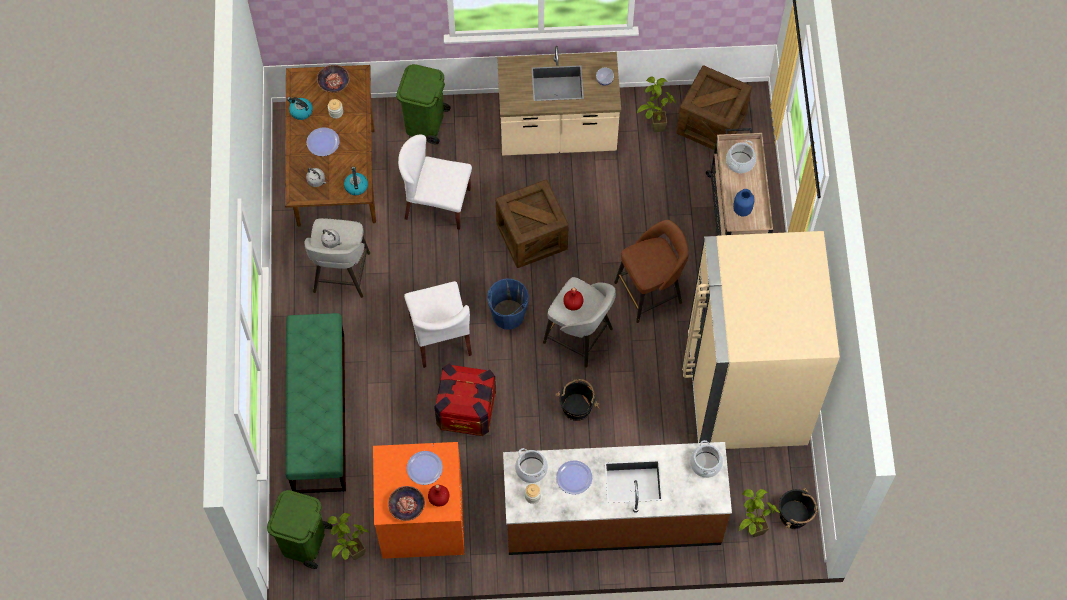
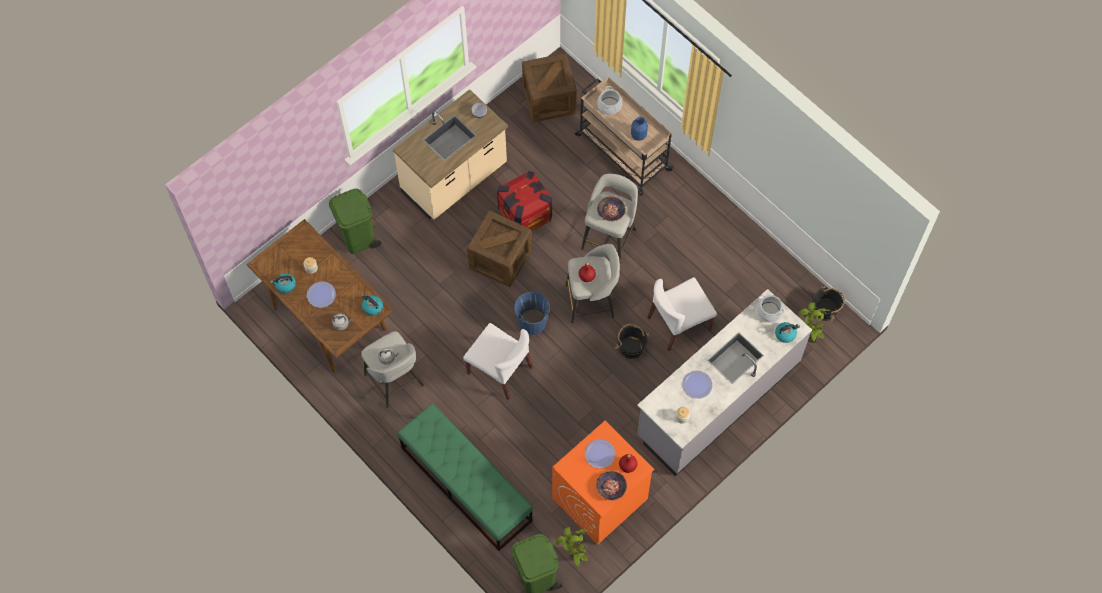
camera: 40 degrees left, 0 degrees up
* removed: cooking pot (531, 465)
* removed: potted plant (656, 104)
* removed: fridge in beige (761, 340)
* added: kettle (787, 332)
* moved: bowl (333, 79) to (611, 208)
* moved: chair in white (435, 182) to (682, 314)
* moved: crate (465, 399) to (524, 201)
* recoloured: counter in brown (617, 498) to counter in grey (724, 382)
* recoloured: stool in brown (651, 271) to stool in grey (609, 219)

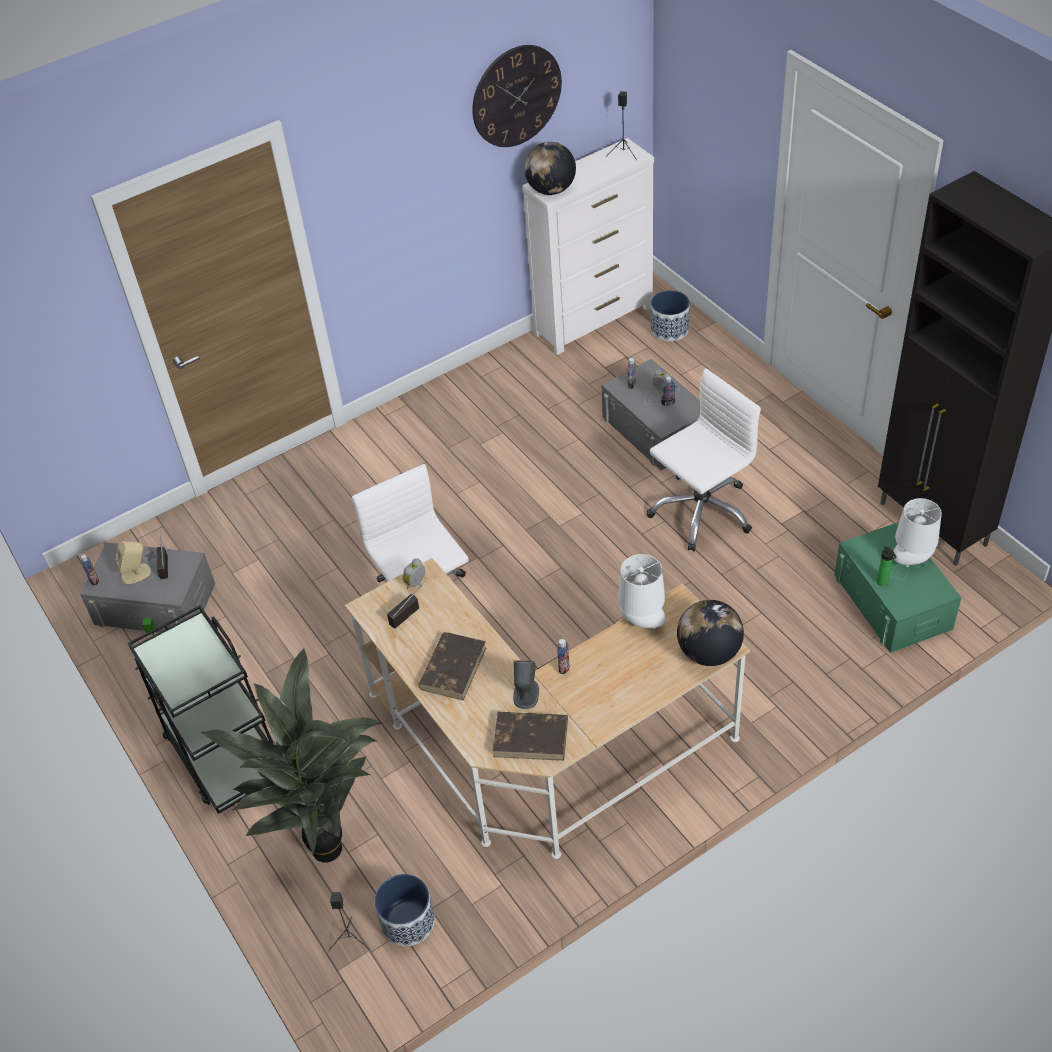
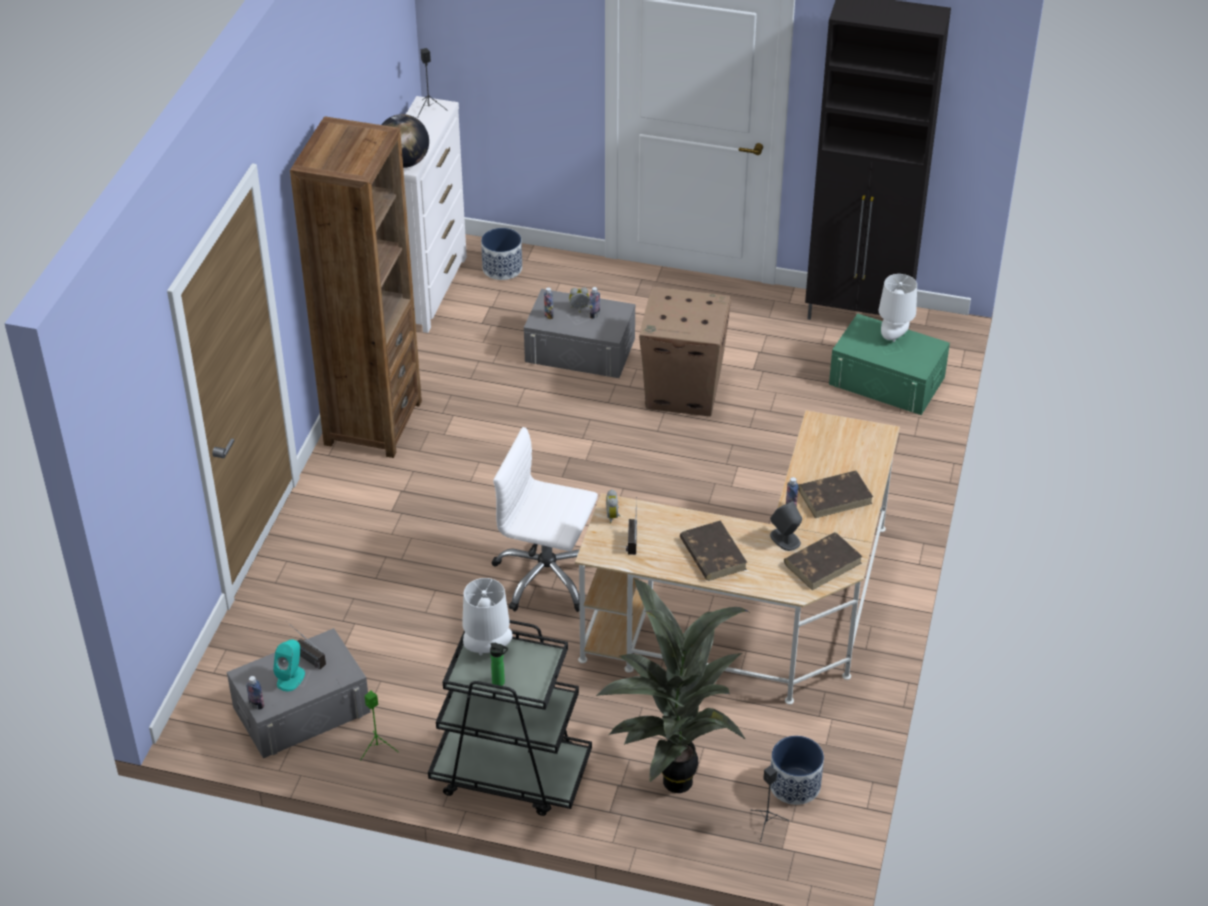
camera: 45 degrees left, 5 degrees down
* removed: wall clock (517, 96)
* removed: globe (710, 633)
* added: bookcase in brown (356, 287)
* added: book in brown (835, 494)
* moved: table lamp in white (641, 592) to (487, 616)
* moved: bottle (886, 566) to (499, 664)
* replaced: office chair in white (704, 459) to cardboard box (685, 351)
* recoloured: speaker in beige (133, 562) to speaker in turquoise (289, 665)

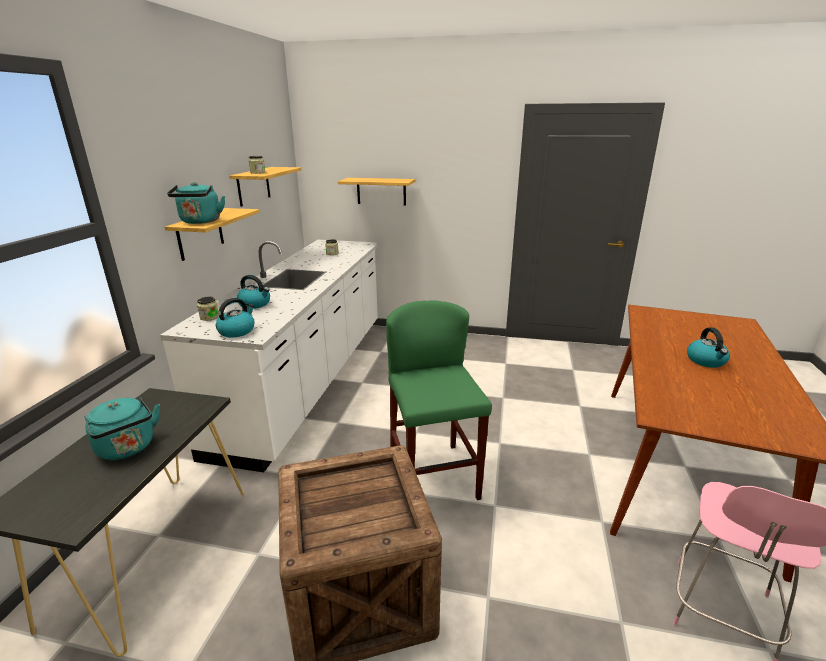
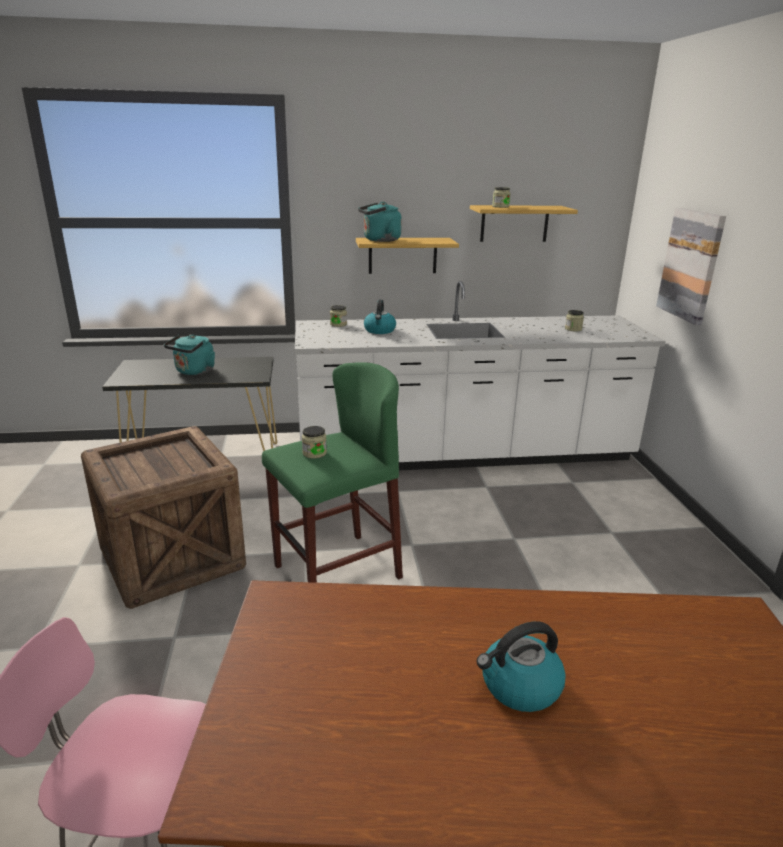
camera: 70 degrees right, 0 degrees up
* removed: kettle (235, 317)
* added: jar (314, 442)
* replaced: shelf (376, 191) to picture (691, 266)

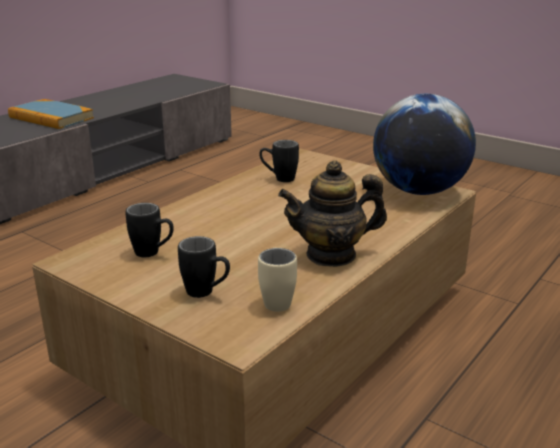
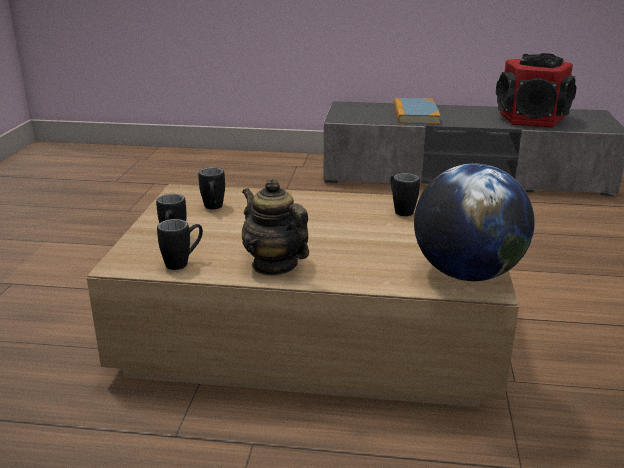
camera: 60 degrees right, 0 degrees up
* added: speaker (536, 90)
* recoloured: mug in beige (277, 280) to mug in black (180, 244)

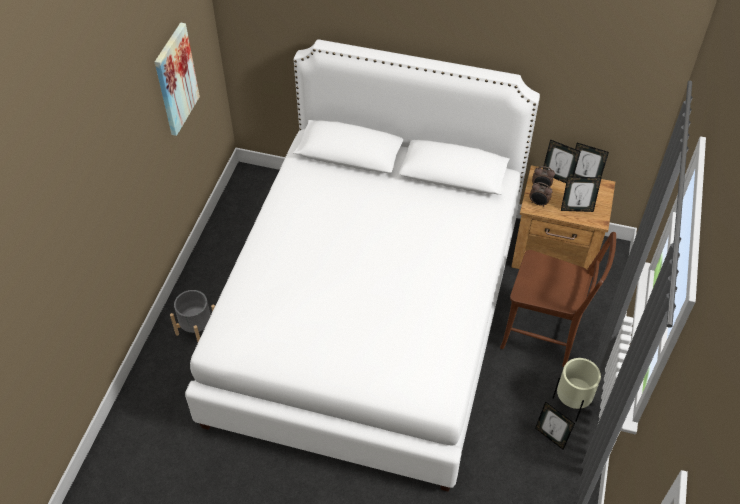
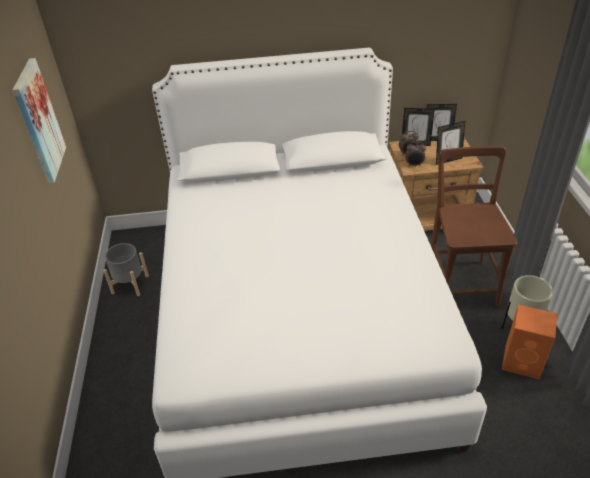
camera: 20 degrees left, 10 degrees down
* moved: planter in grey (192, 316) to (126, 269)
* replaced: picture frame (555, 425) to speaker in orange (529, 341)
* turned: chair in brown (558, 299) = (474, 226) 90 degrees counterclockwise

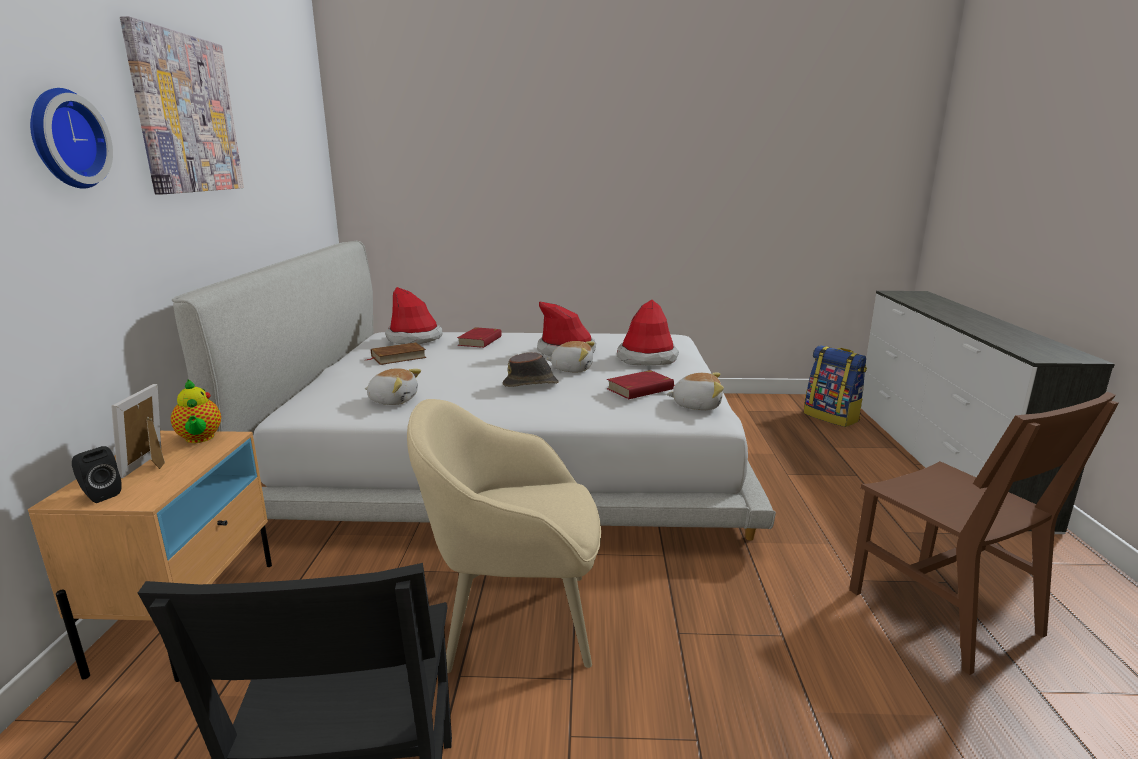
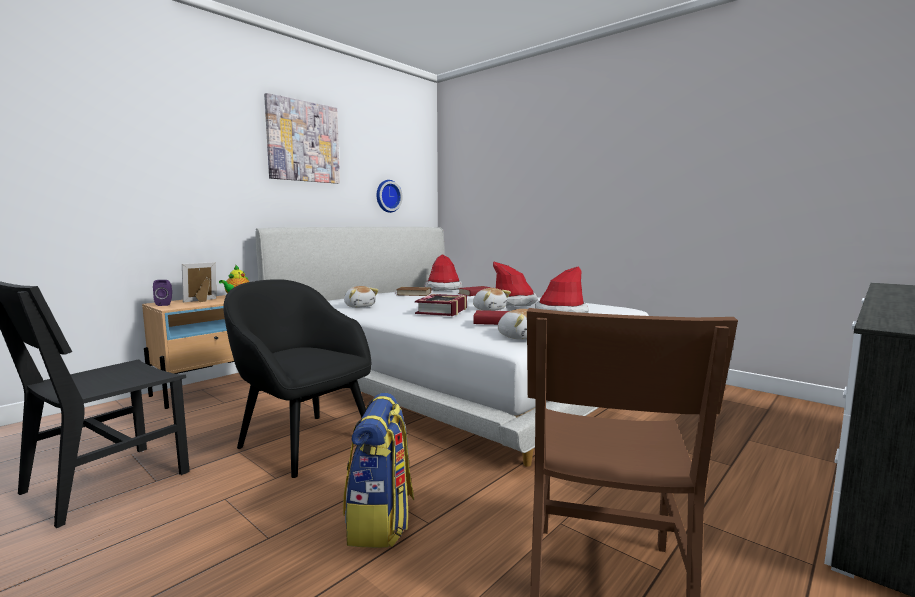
camera: 40 degrees right, 10 degrees down
* moved: wall clock (71, 138) to (390, 196)
* moved: backpack (835, 386) to (378, 470)
* replaced: hat in brown (530, 369) to book (441, 305)
* recoloured: speaker in black (97, 474) to speaker in purple (162, 293)
* recoloured: armchair in beige (504, 536) to armchair in black (297, 378)

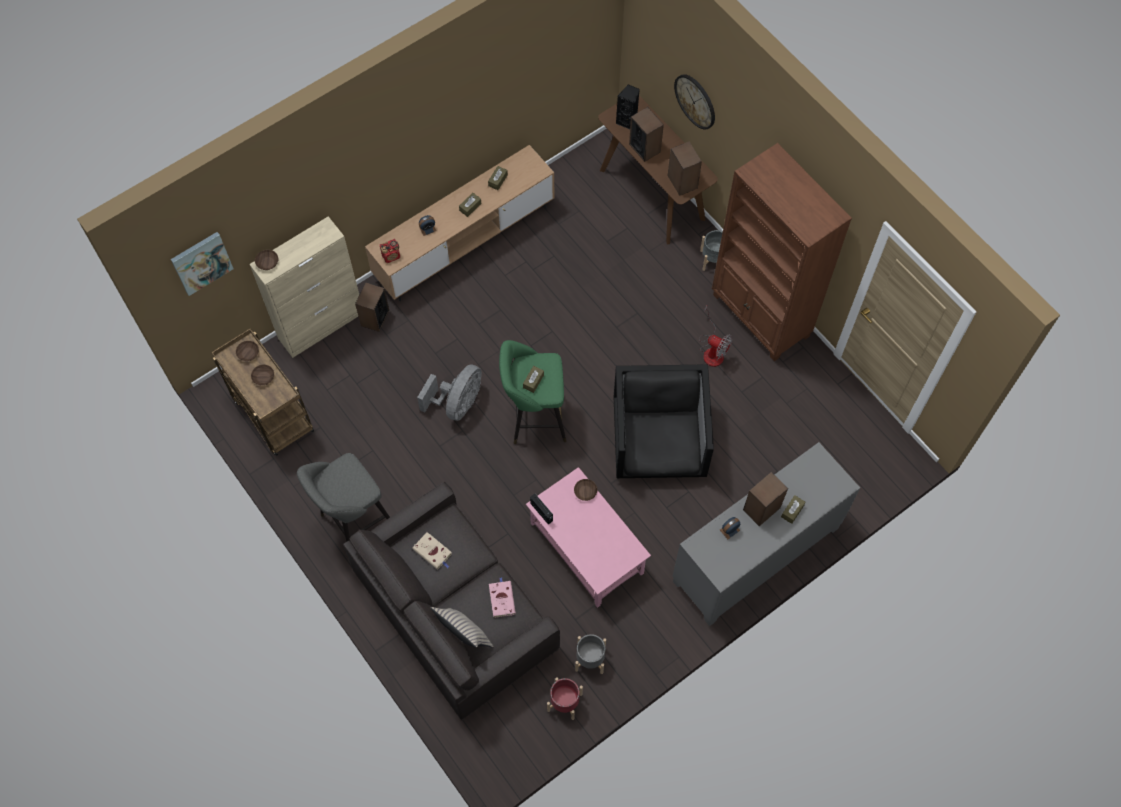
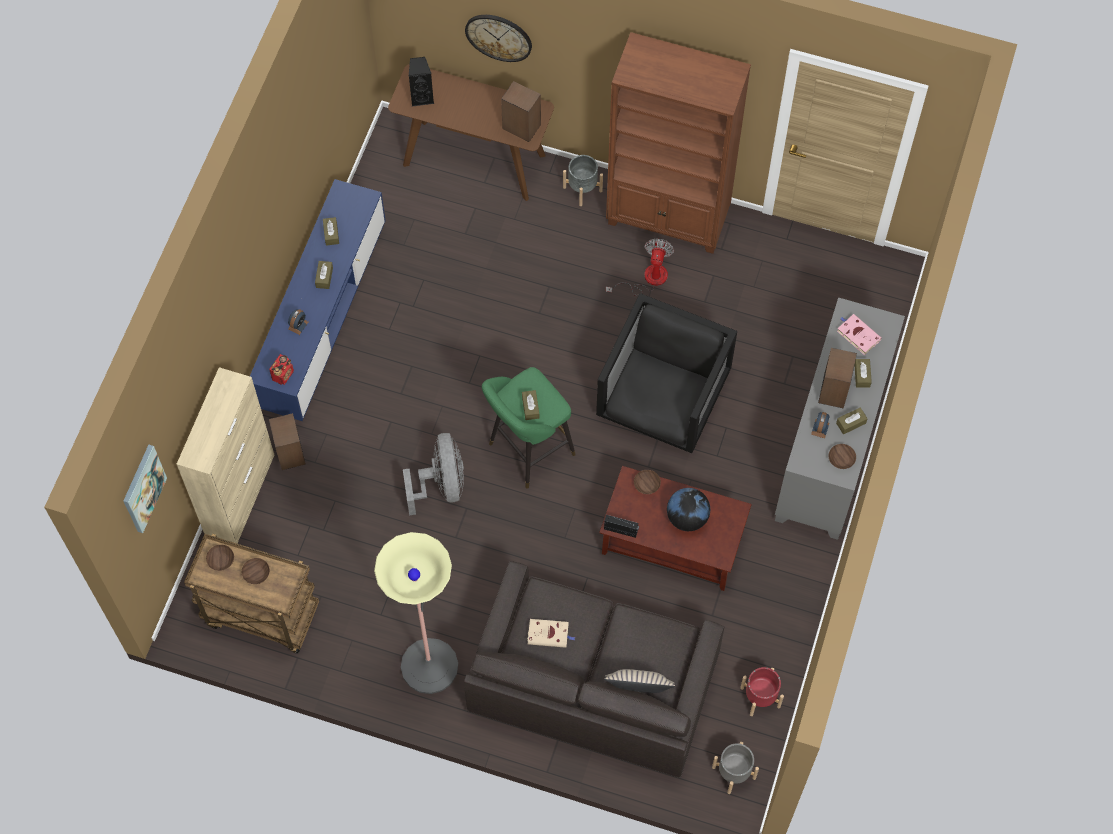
camera: 35 degrees left, 0 degrees up
* removed: speaker (646, 134)
* added: globe (688, 509)
* added: tissue box in brown (852, 420)
* moved: bowl in brown (266, 260) to (842, 456)
* moved: book in pink (502, 598) to (859, 334)
* moved: planter in grey (590, 654) to (735, 768)
* replaced: stool in grey (343, 497) to floor lamp (416, 613)
* recoloured: tv stand in brown (459, 223) to tv stand in blue (318, 300)
* recoloured: coffee table in pink (588, 537) to coffee table in brown (675, 528)
* turned: armchair in black (664, 421) = (666, 373) 60 degrees clockwise
* turned: fan (715, 336) = (640, 267) 75 degrees counterclockwise

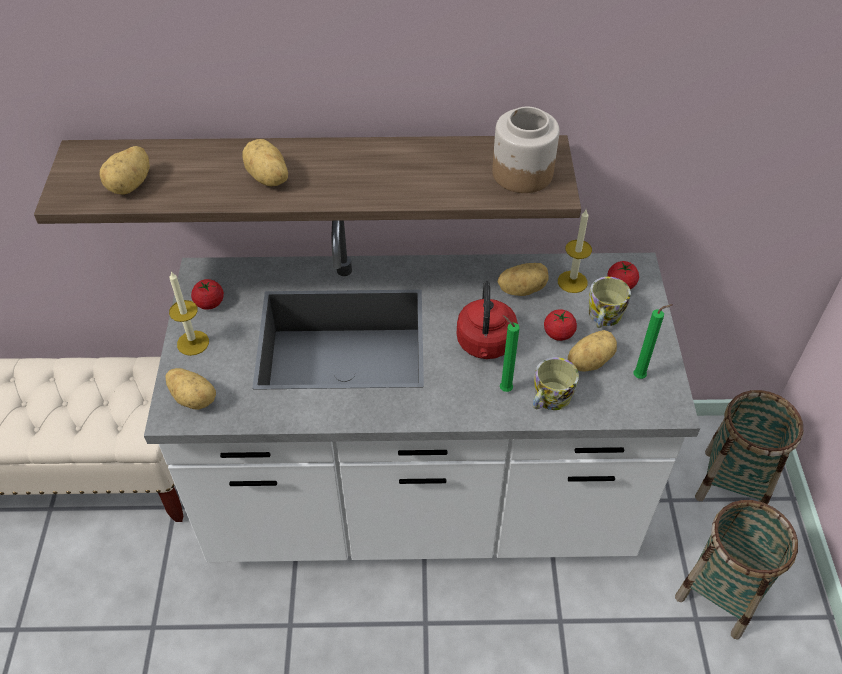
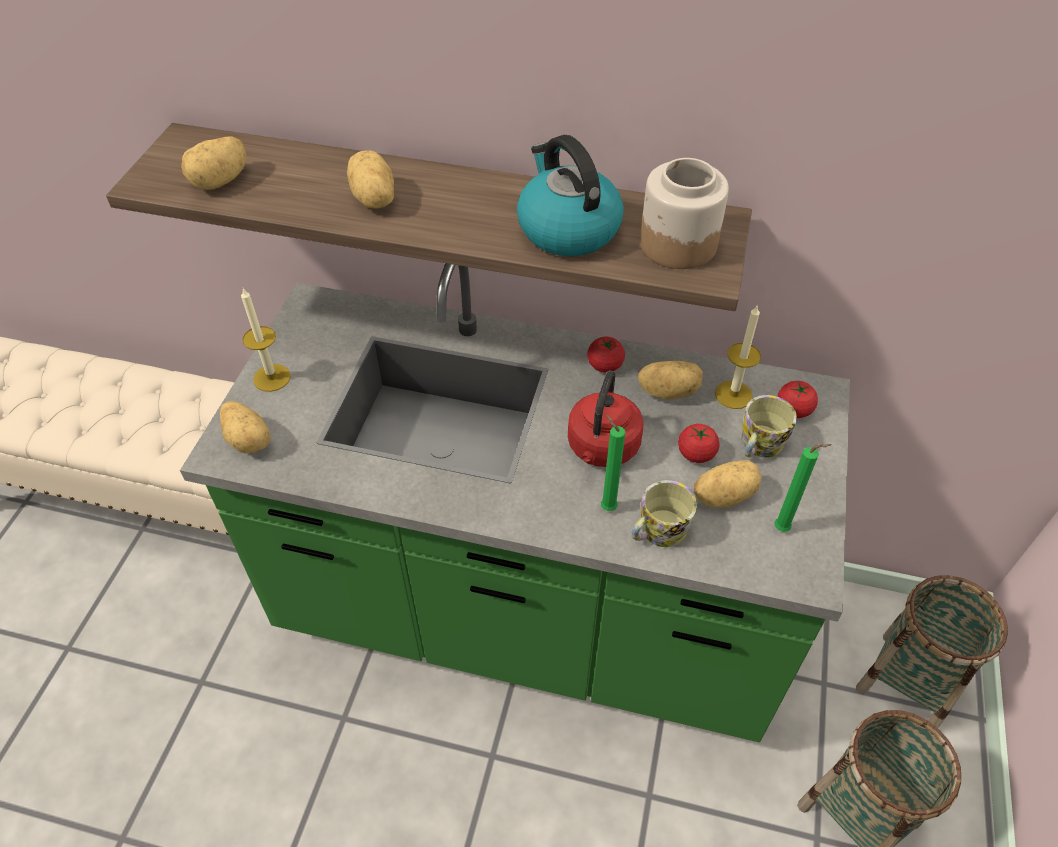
camera: 15 degrees right, 0 degrees up
* added: kettle (570, 195)
* moved: tomato (207, 294) to (606, 355)
* recoloured: counter in white (422, 391) to counter in green (515, 502)

